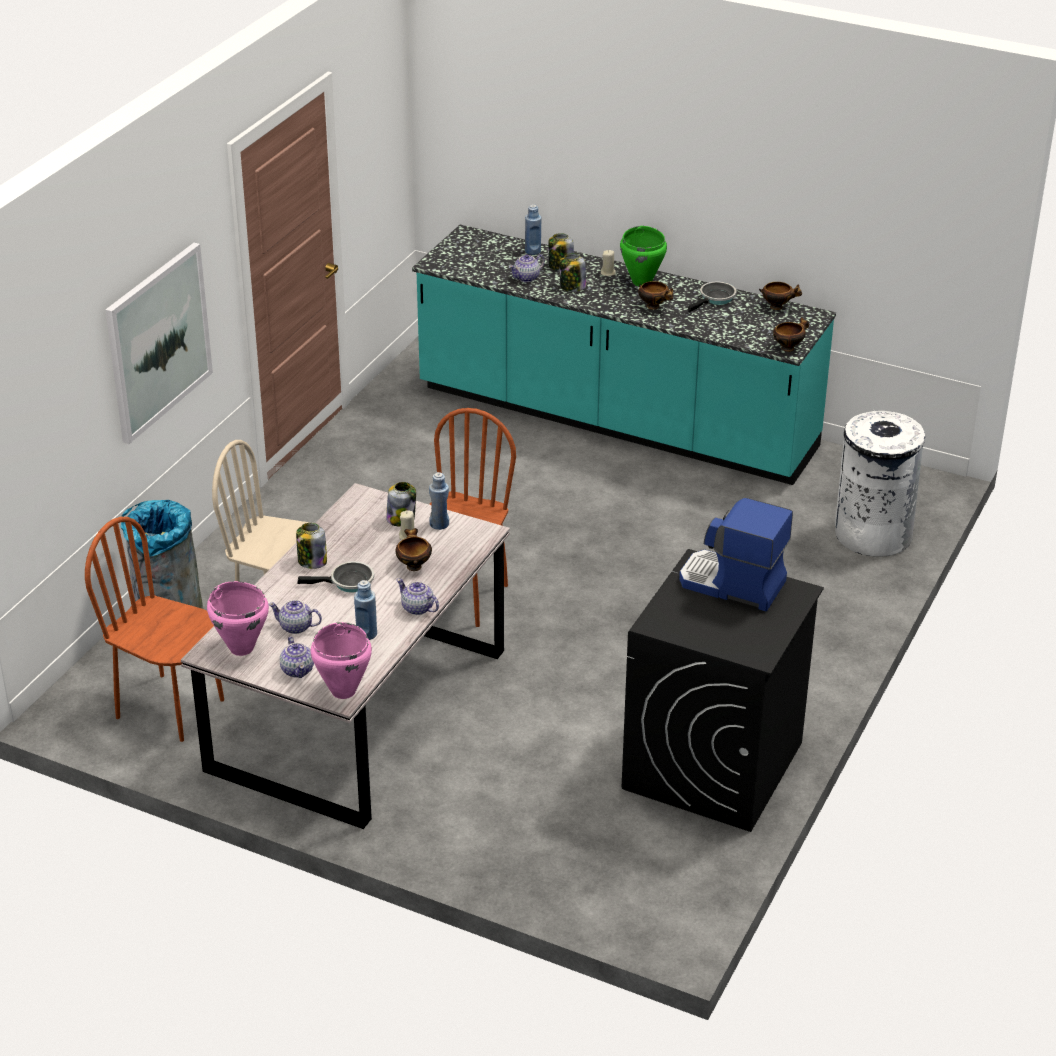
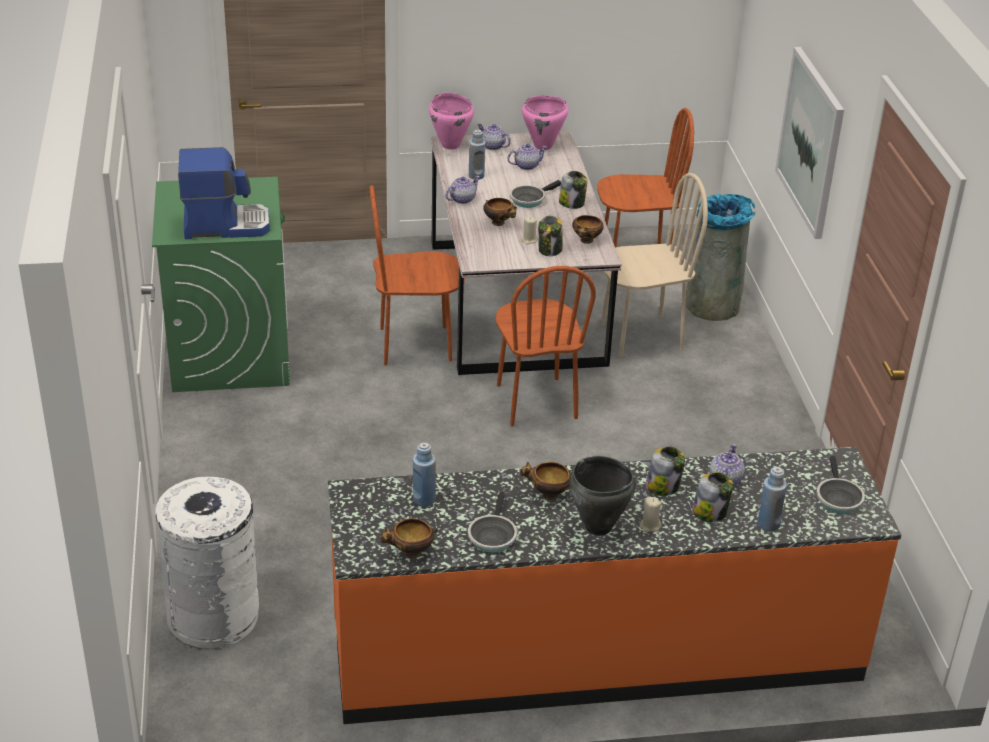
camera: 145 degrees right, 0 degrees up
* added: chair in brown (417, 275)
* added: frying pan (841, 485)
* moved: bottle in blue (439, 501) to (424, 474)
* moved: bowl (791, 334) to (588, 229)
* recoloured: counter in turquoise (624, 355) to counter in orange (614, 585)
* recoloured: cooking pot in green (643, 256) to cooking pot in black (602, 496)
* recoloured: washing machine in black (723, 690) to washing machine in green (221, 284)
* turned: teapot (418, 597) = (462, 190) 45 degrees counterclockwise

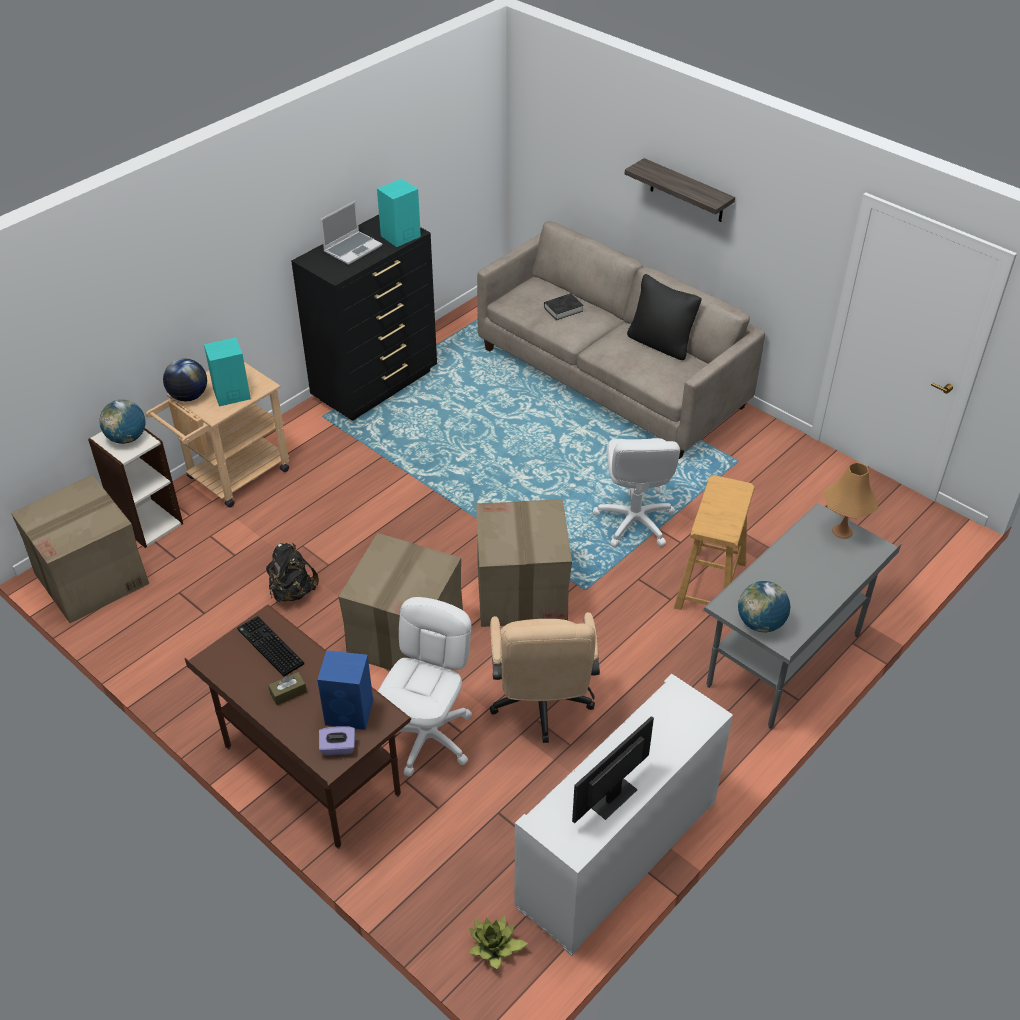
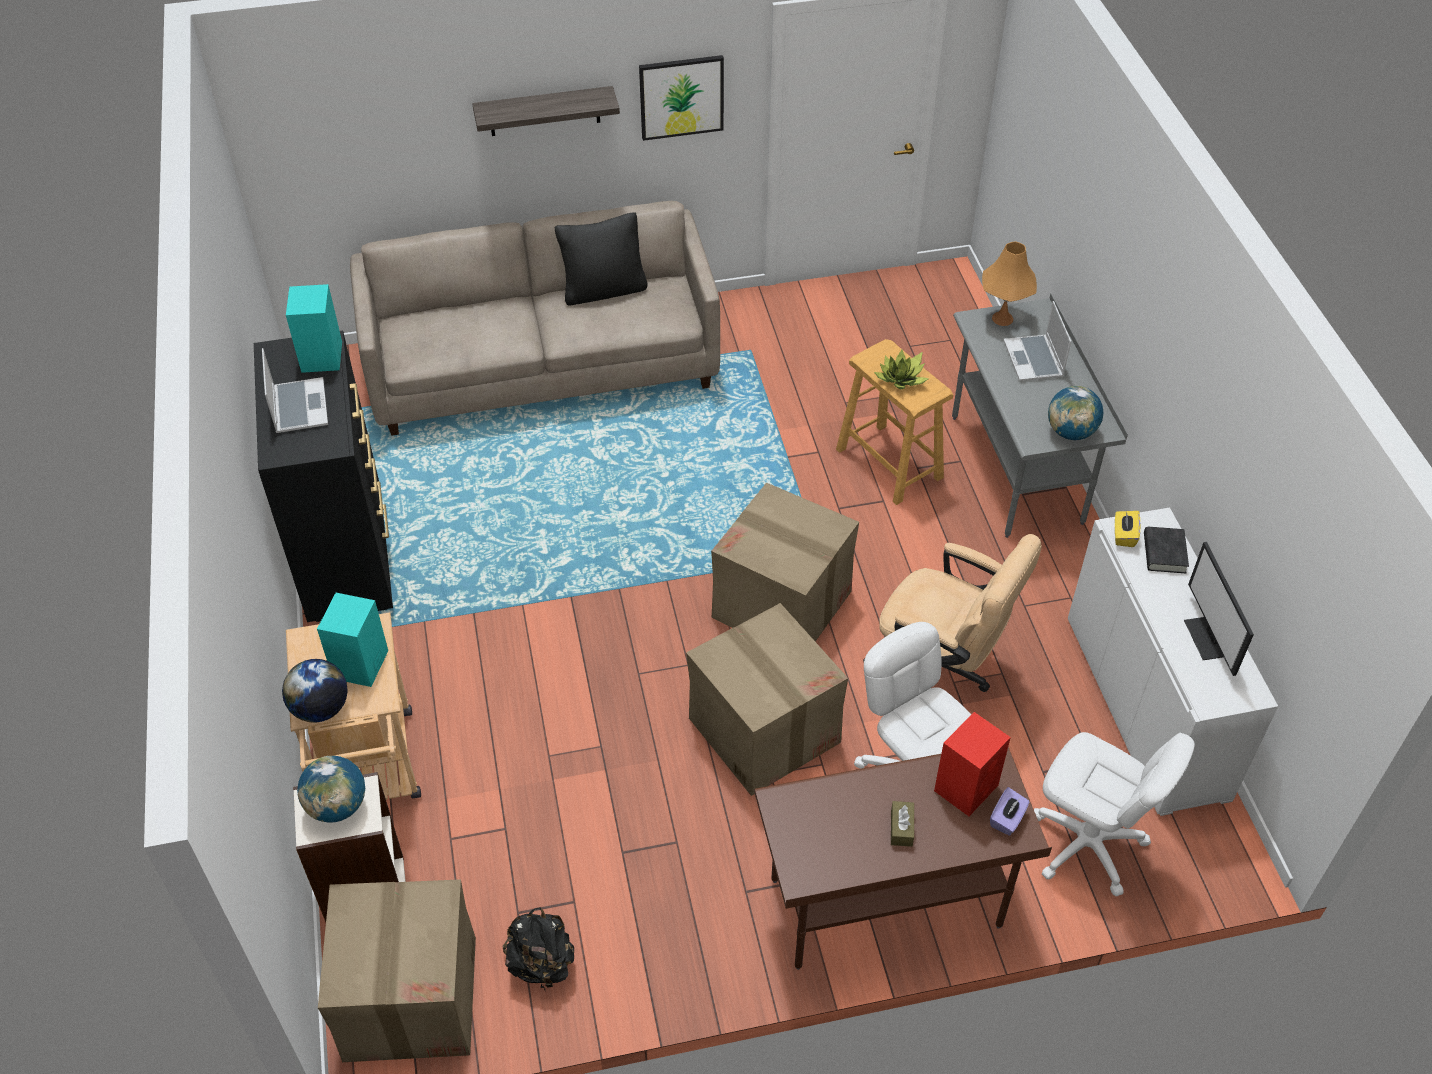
camera: 55 degrees left, 5 degrees up
* removed: keyboard (270, 646)
* added: picture (681, 98)
* added: laptop (1037, 341)
* added: tissue box in yellow (1127, 529)
* moved: backpack in black (292, 572) to (538, 948)
* moved: potted plant (498, 942) to (901, 369)
* moved: book in black (563, 306) to (1166, 550)
* moved: office chair in white (636, 492) to (1114, 814)
* recoloured: speaker in blue (345, 690) to speaker in red (972, 764)

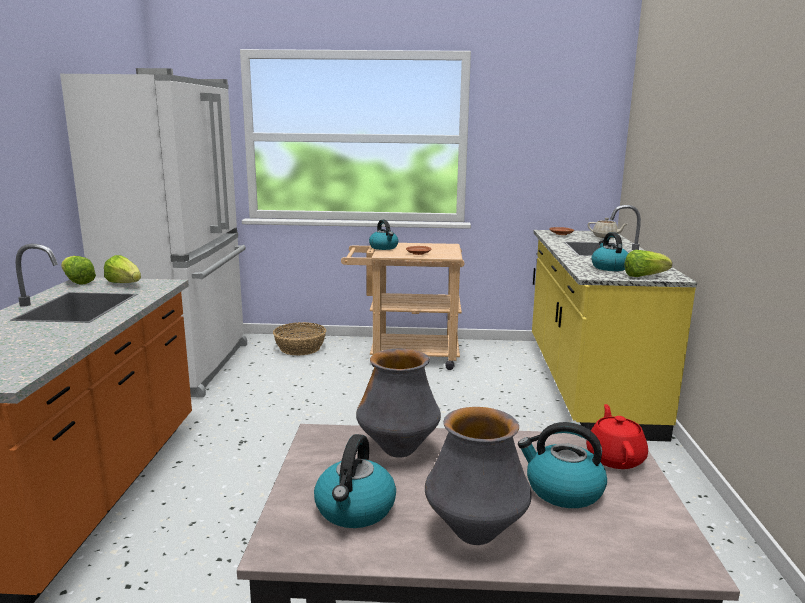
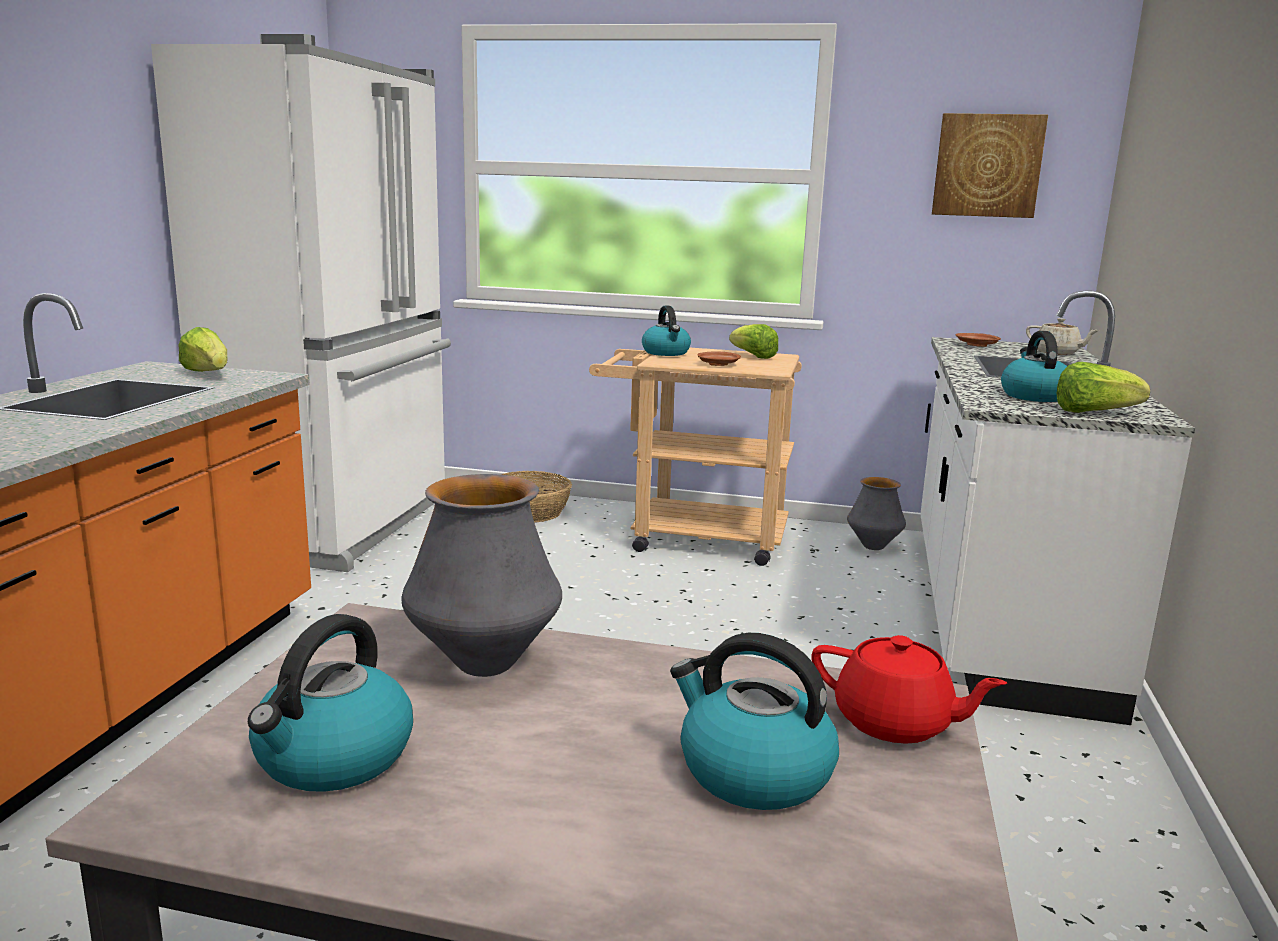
camera: 10 degrees right, 0 degrees up
* added: picture (990, 165)
* moved: lettuce (78, 270) to (753, 341)
* moved: vase (478, 476) to (876, 513)
* recoloured: counter in yellow (614, 323) to counter in white (1057, 507)
* turned: teapot in red (617, 436) = (909, 689) 105 degrees clockwise

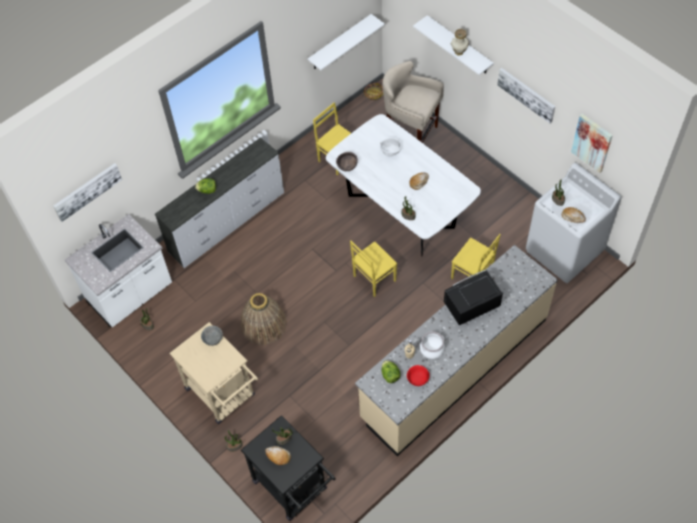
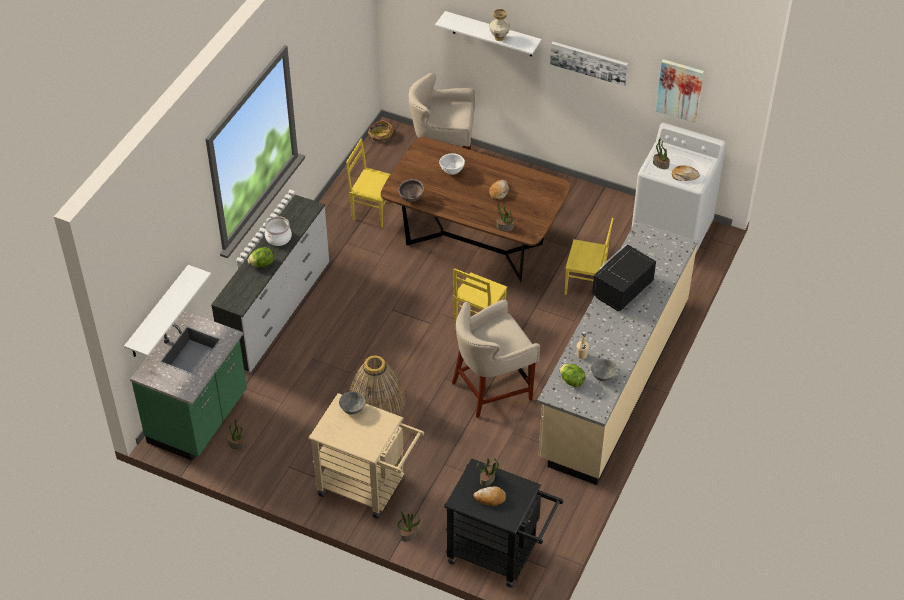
camera: 25 degrees left, 10 degrees down
* removed: picture (87, 192)
* added: stool in beige (496, 359)
* moved: shelf in white (346, 42) to (167, 311)
* moved: cooking pot (432, 345) to (278, 231)
* recoloured: counter in white (118, 271) to counter in green (188, 385)
* recoloured: dining table in white (403, 185) to dining table in brown (476, 209)
* recoloured: bowl in red (418, 375) to bowl in grey (604, 370)

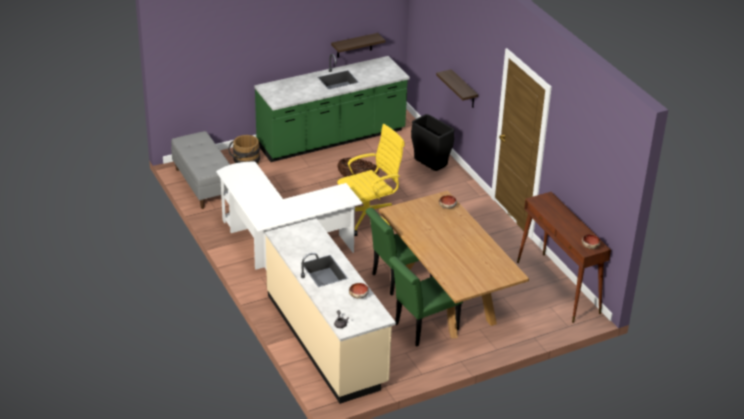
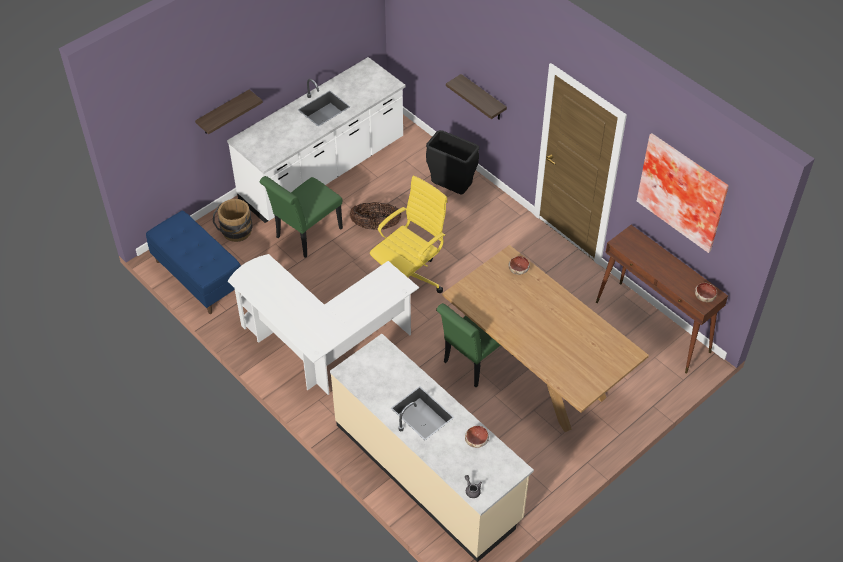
camera: 15 degrees left, 15 degrees up
* added: picture (683, 193)
* moved: shelf (358, 45) to (229, 112)
* moved: chair in green (426, 301) to (301, 217)
* recoloured: bench in grey (200, 170) to bench in blue (193, 262)
* recoloured: counter in green (332, 108) to counter in white (316, 140)

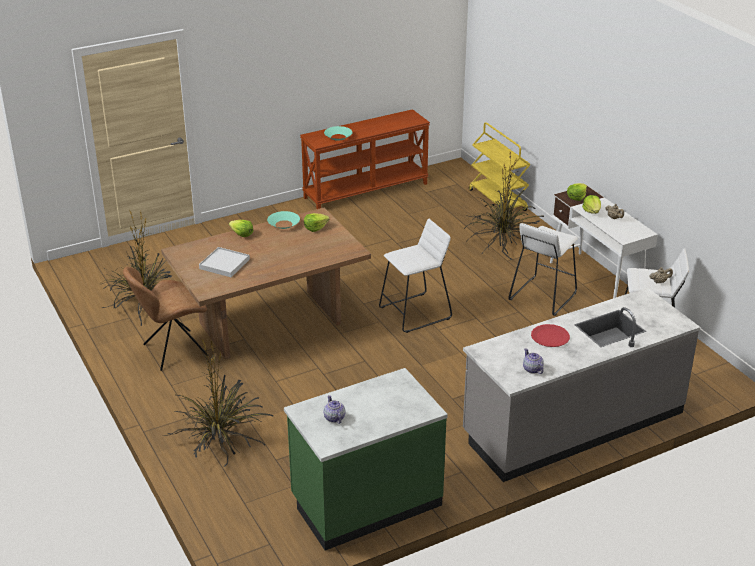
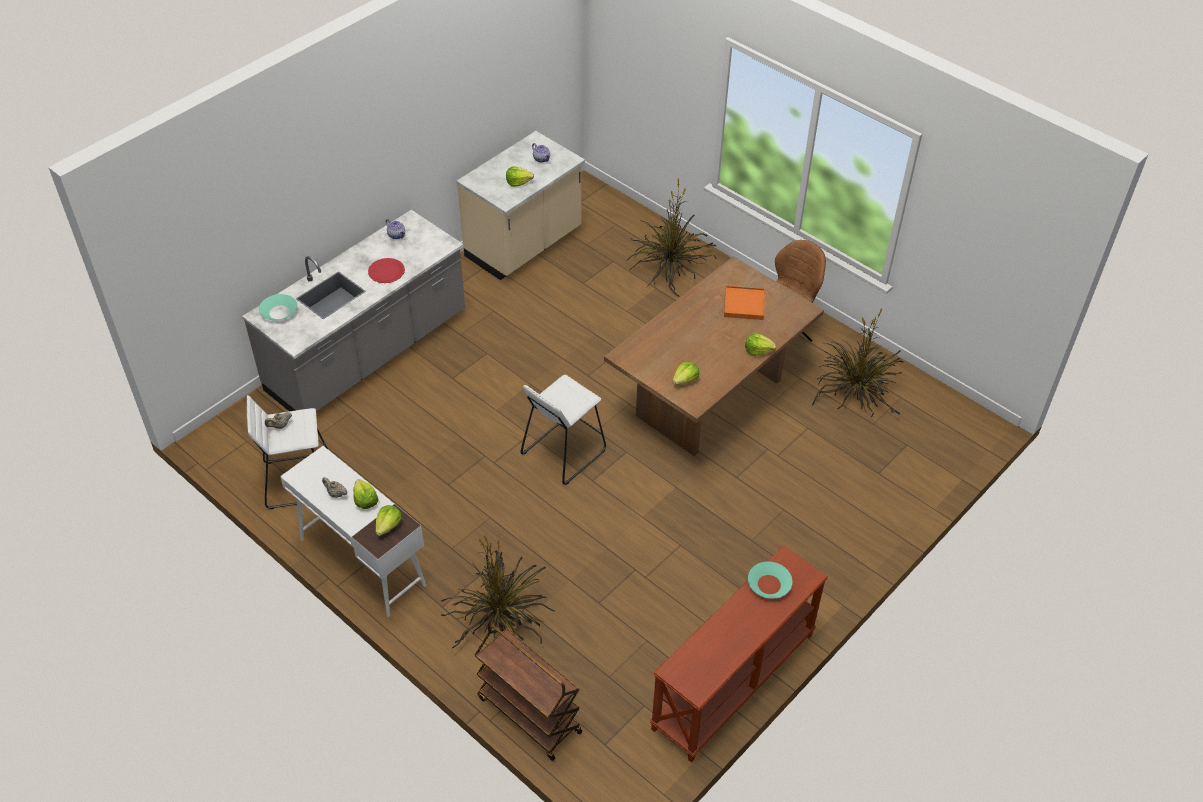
camera: 160 degrees right, 15 degrees up
* removed: stool in white (543, 269)
* added: lettuce (520, 176)
* moved: bowl in turquoise (283, 220) to (278, 307)
* recoloured: tray in white (224, 262) to tray in orange (744, 303)
* recoloured: counter in green (366, 459) to counter in beige (521, 205)
* recoloured: cart in yellow (500, 166) to cart in brown (528, 692)

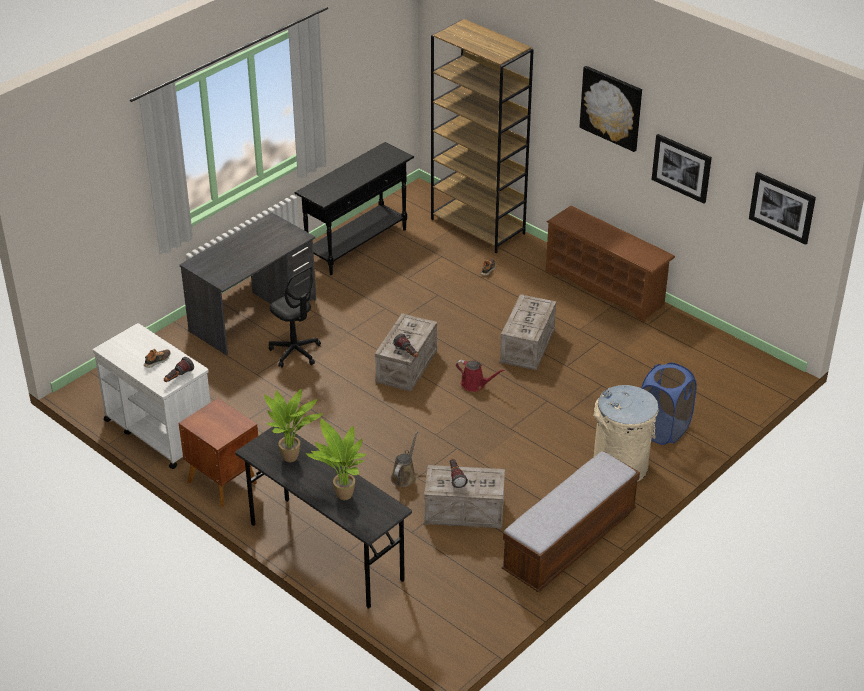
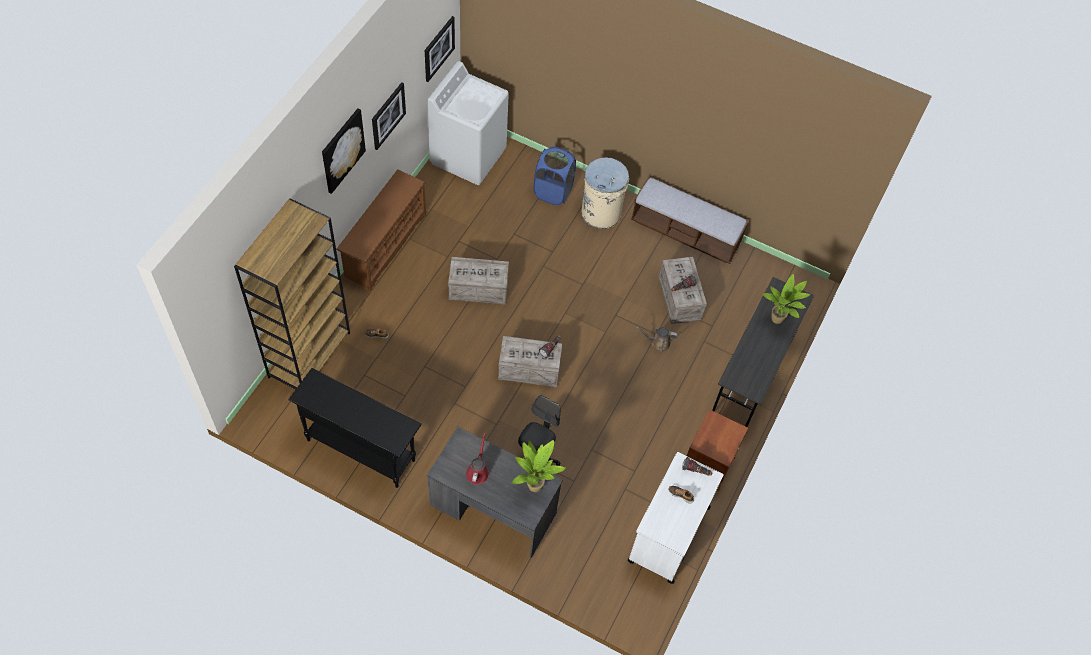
camera: 110 degrees left, 20 degrees up
* added: washing machine in white (468, 123)
* moved: potted plant (293, 425) to (539, 466)
* moved: watering can in red (480, 376) to (477, 459)

